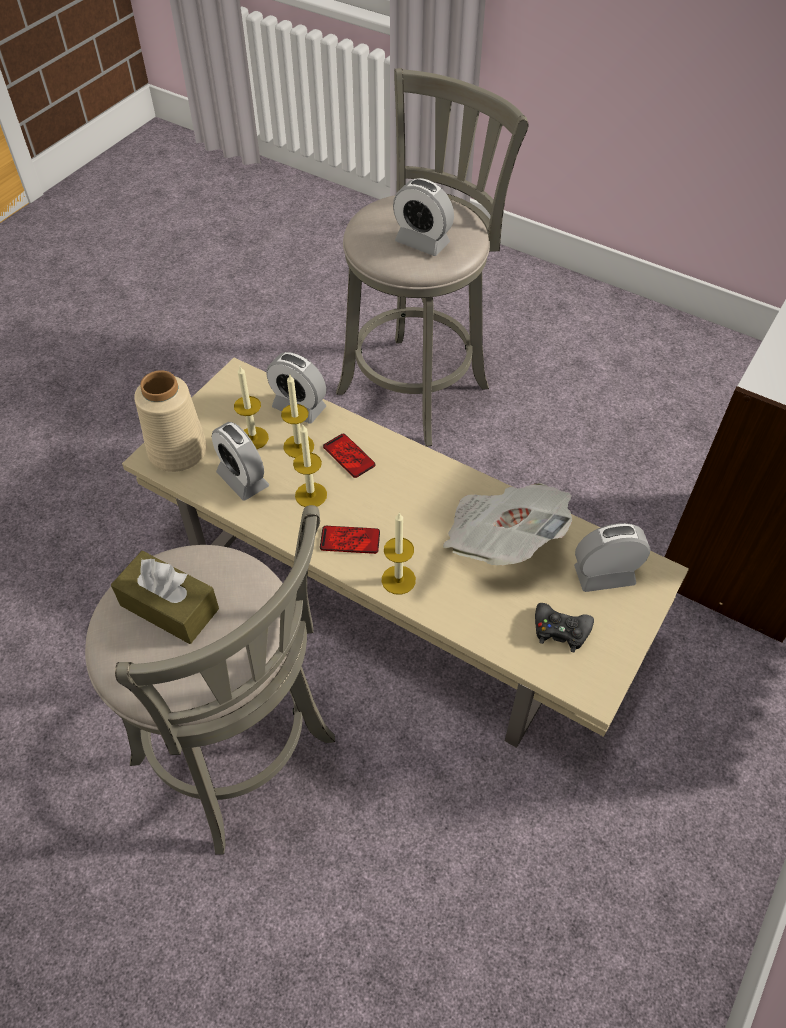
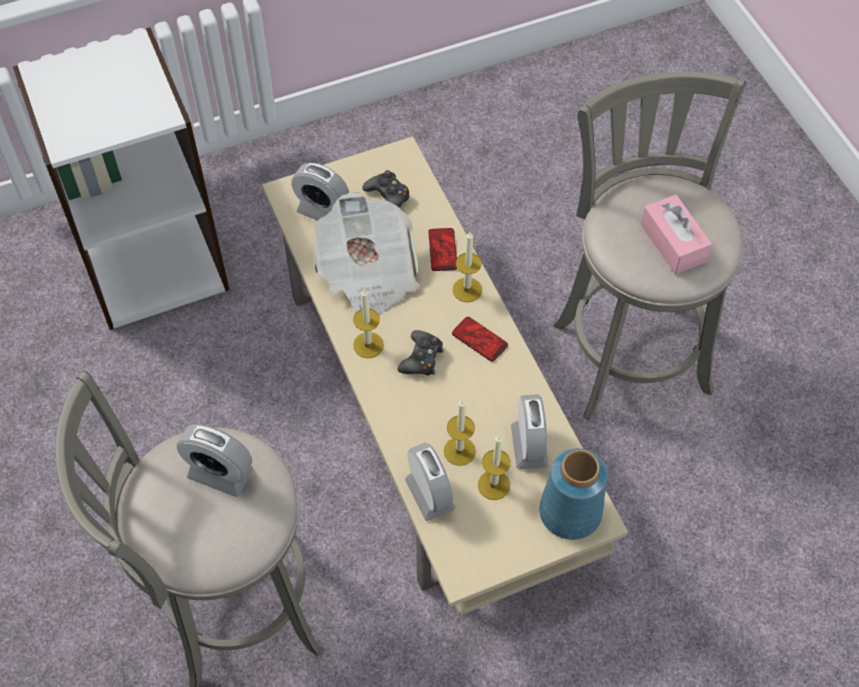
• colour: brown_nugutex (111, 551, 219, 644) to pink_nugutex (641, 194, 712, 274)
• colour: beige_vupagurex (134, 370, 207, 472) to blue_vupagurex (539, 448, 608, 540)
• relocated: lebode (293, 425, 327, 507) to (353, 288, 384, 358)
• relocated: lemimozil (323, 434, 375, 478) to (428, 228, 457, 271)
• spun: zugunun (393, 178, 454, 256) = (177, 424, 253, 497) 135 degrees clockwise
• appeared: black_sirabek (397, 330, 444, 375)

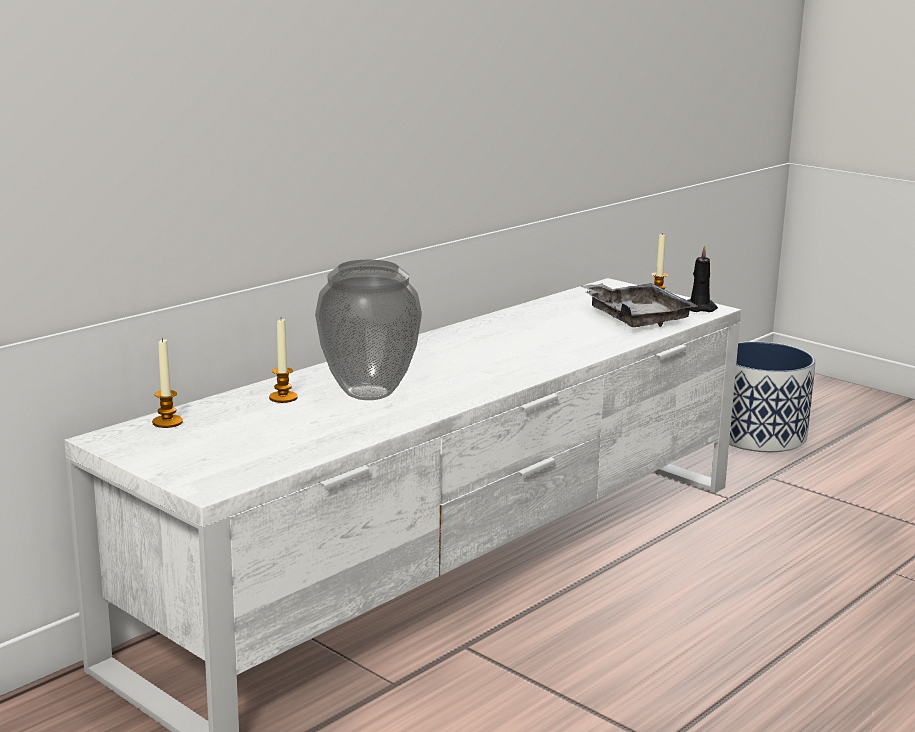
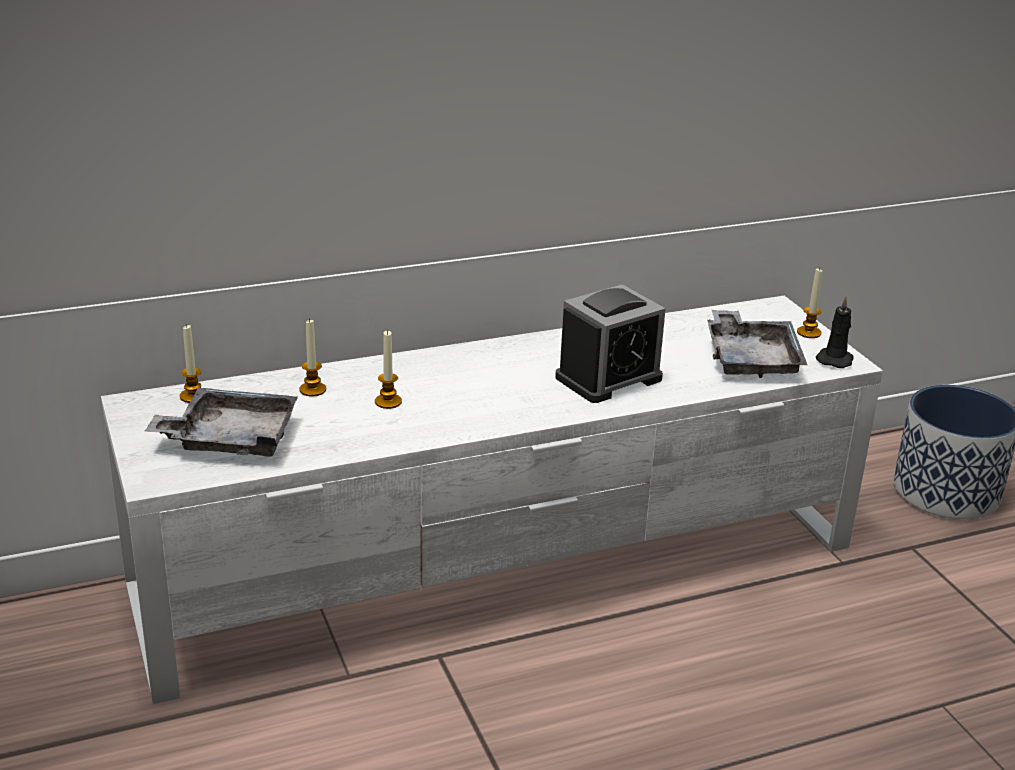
• exchanged: vupagurex (315, 260, 422, 400) to lebode (375, 330, 402, 409)
• appeared: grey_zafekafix (145, 388, 298, 457)
• appeared: zugunun (555, 284, 666, 403)

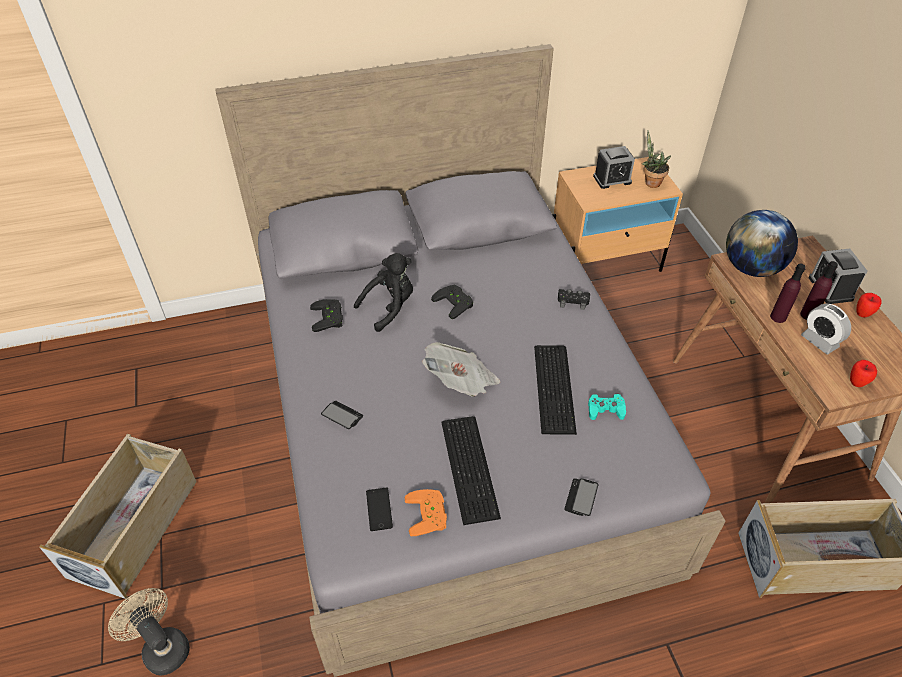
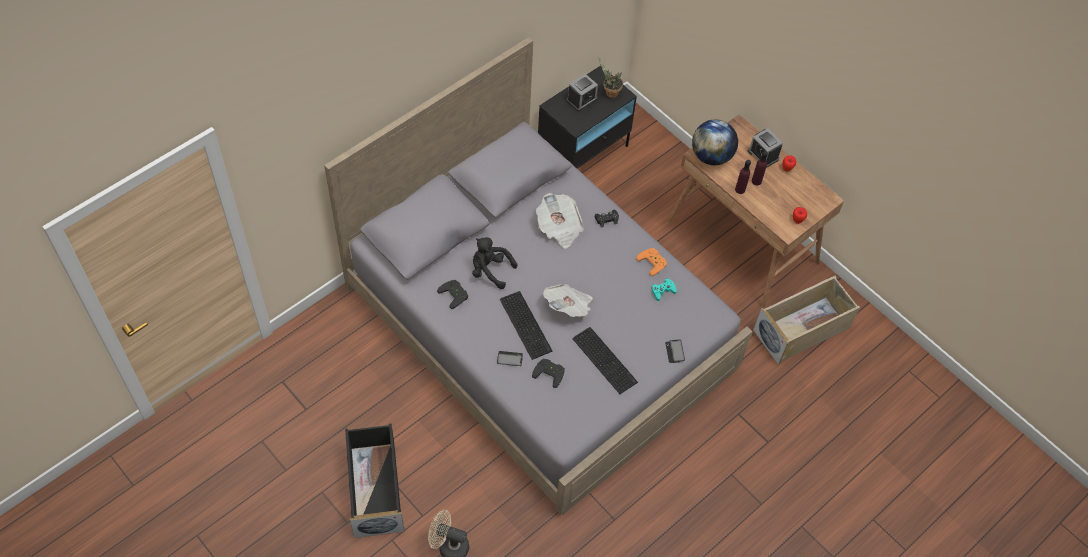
• colour: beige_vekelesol (39, 434, 197, 599) to black_vekelesol (345, 424, 404, 538)
• spun: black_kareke (354, 253, 413, 332) = (472, 237, 517, 289) 90 degrees counterclockwise
• missing: lemimozil (366, 488, 393, 531)
• relocated: orange_sirabek (405, 489, 447, 536) to (636, 248, 667, 276)
• relocated: black_sirabek (431, 285, 473, 319) to (532, 359, 565, 388)
• relocated: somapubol (534, 345, 577, 435) to (500, 291, 553, 360)
• colour: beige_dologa (552, 157, 683, 272) to black_dologa (538, 65, 637, 169)
• missing: zugunun (801, 304, 851, 354)
• appeared: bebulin (536, 193, 584, 248)

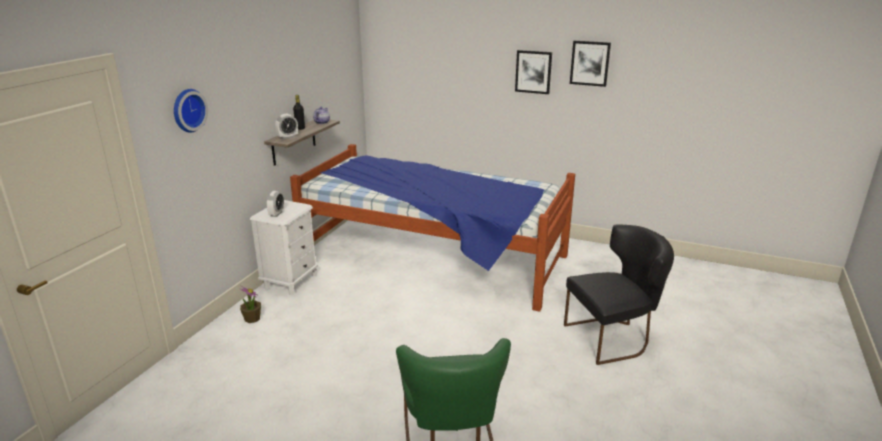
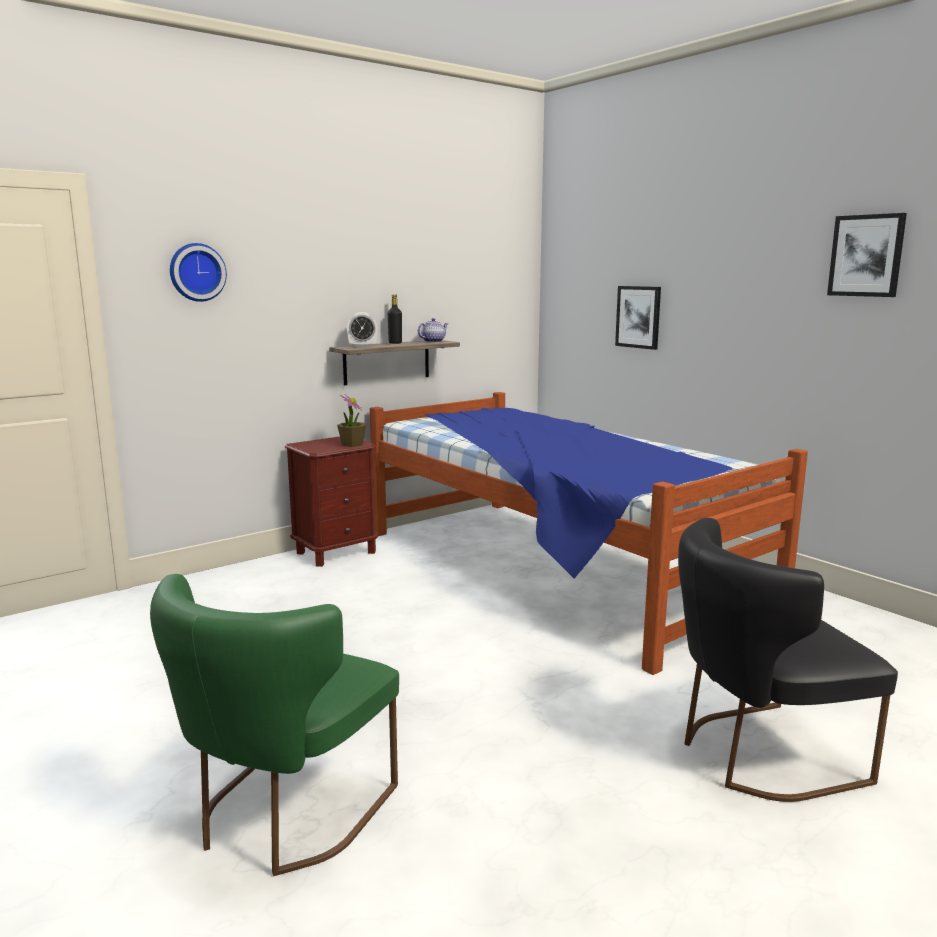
• relocated: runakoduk (240, 286, 261, 323) to (337, 394, 366, 447)
• colour: white_dologa (250, 200, 318, 295) to brown_dologa (285, 436, 378, 567)
• missing: zugunun (266, 191, 284, 217)
• relocated: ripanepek (515, 50, 552, 94) to (615, 286, 661, 350)
• spun: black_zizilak (564, 224, 674, 365) = (678, 518, 898, 802) 150 degrees clockwise

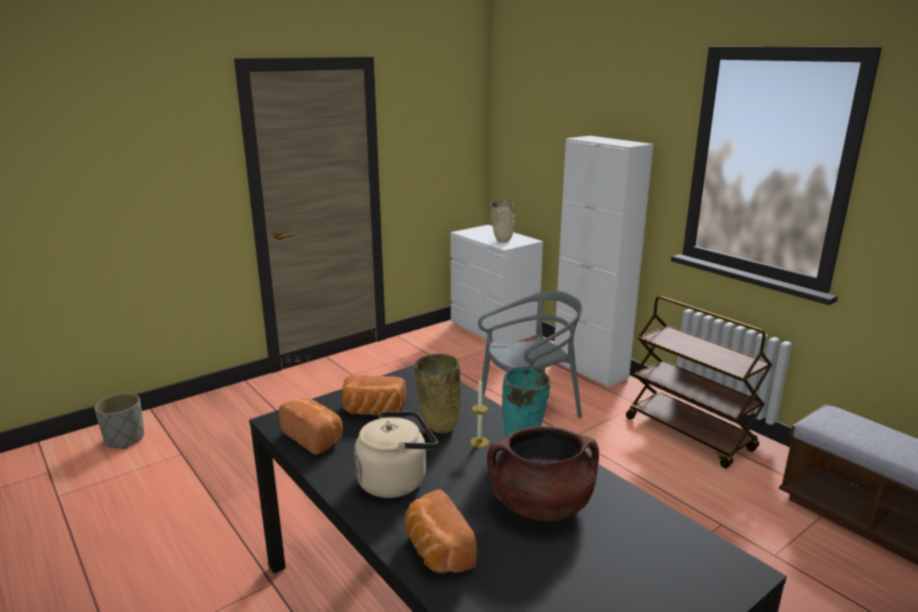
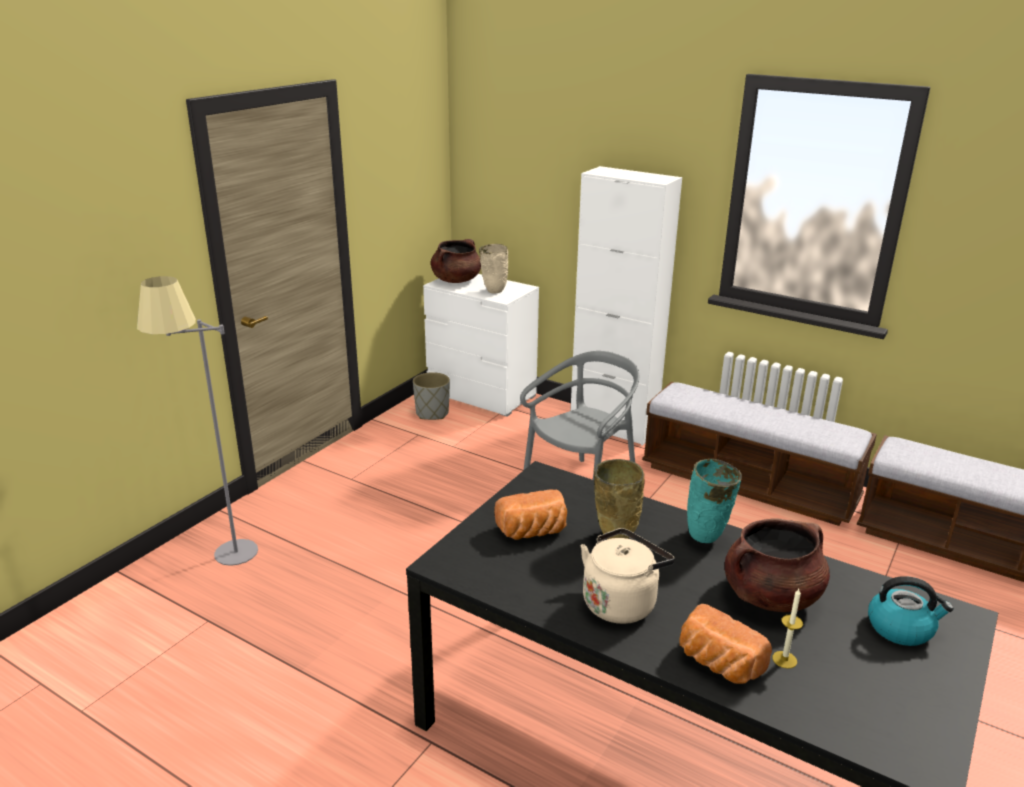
• relocated: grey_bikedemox (94, 393, 144, 449) to (413, 372, 450, 420)
• missing: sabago (279, 398, 343, 455)
• relocated: lebode (470, 378, 489, 448) to (773, 589, 803, 669)
• exchanged: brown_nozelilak (626, 296, 772, 468) to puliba (642, 382, 877, 526)
• appeared: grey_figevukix (137, 276, 258, 566)
• appeared: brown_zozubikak (431, 239, 481, 283)
• appeared: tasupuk (868, 576, 954, 646)

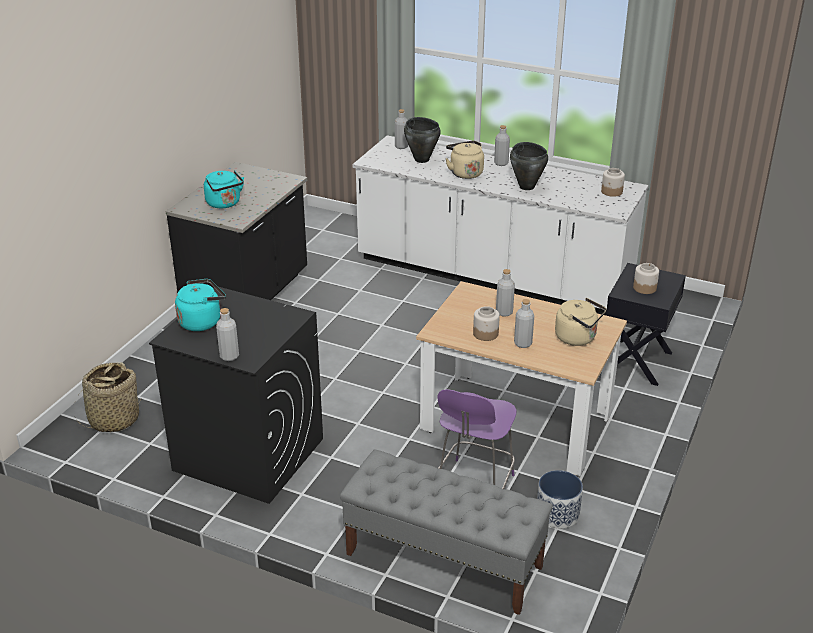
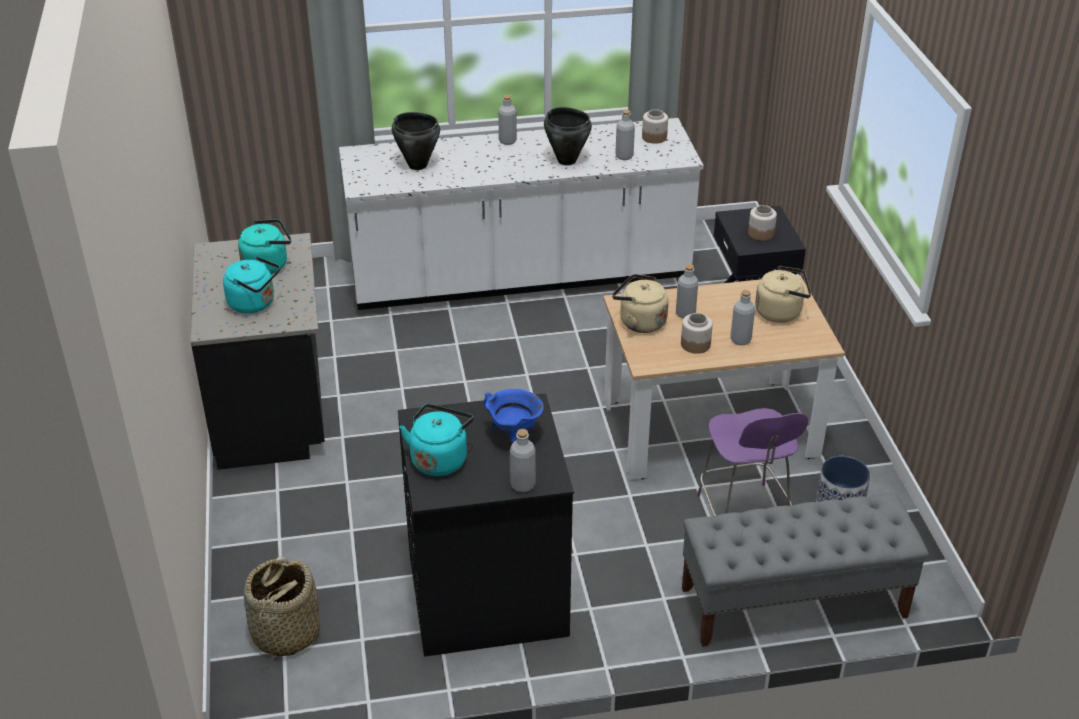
• relocated: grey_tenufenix (395, 109, 408, 149) to (615, 110, 635, 160)
• relocated: beige_tasupuk (446, 140, 484, 179) to (612, 274, 669, 333)
• appeared: turquoise_tasupuk (238, 219, 291, 274)
• appeared: blue_zozubikak (483, 389, 544, 442)

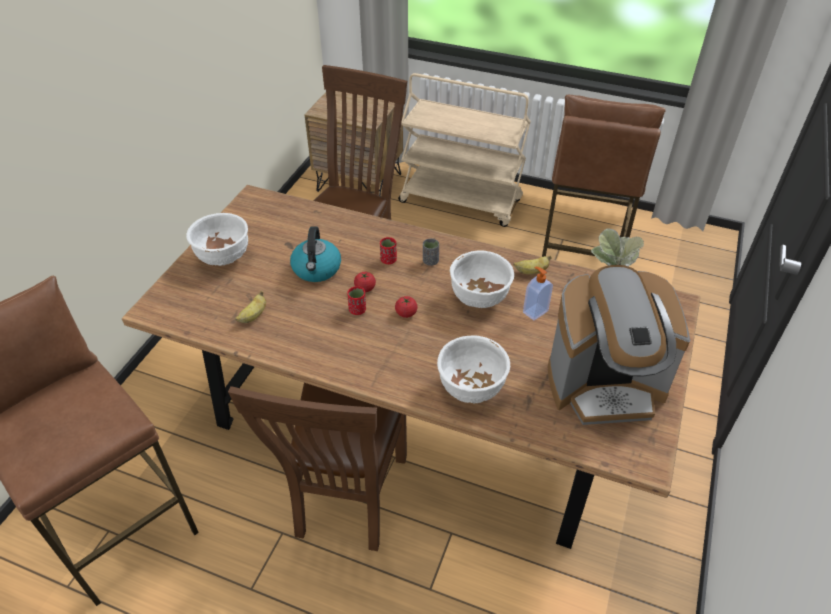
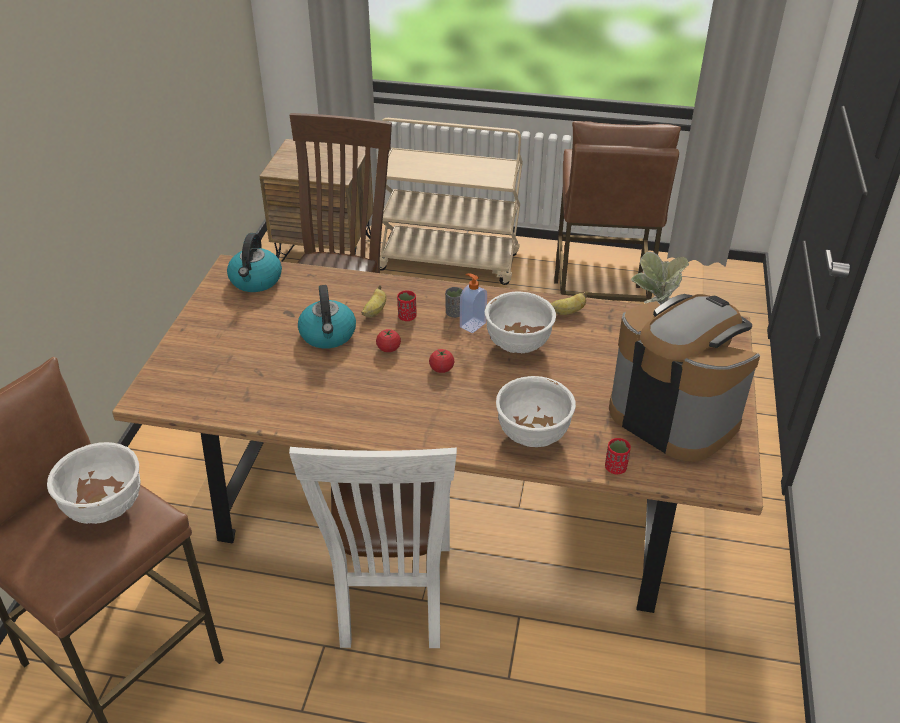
• relocated: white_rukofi (186, 213, 248, 266) to (47, 442, 141, 524)
• colour: brown_zizilak (228, 383, 407, 551) to white_zizilak (289, 447, 457, 648)
• relocated: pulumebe (235, 291, 266, 323) to (361, 285, 386, 318)
• relocated: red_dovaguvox (347, 286, 366, 315) to (605, 438, 631, 474)
• relocated: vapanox (523, 267, 553, 320) to (460, 273, 487, 333)
• spun: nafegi (548, 265, 690, 425) = (609, 294, 760, 462) 120 degrees counterclockwise
• appeared: tasupuk (227, 233, 282, 292)

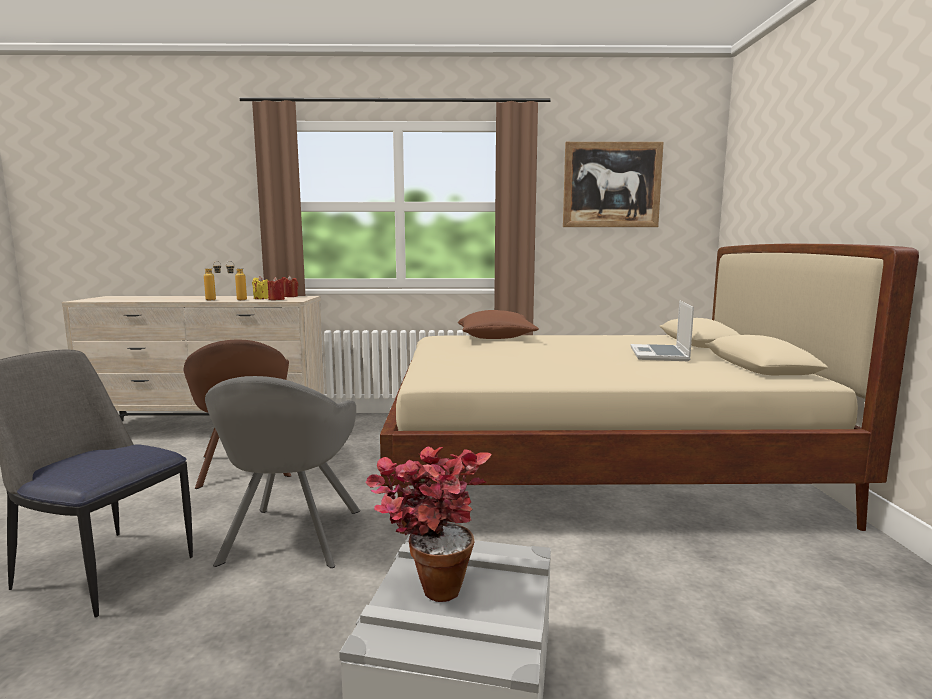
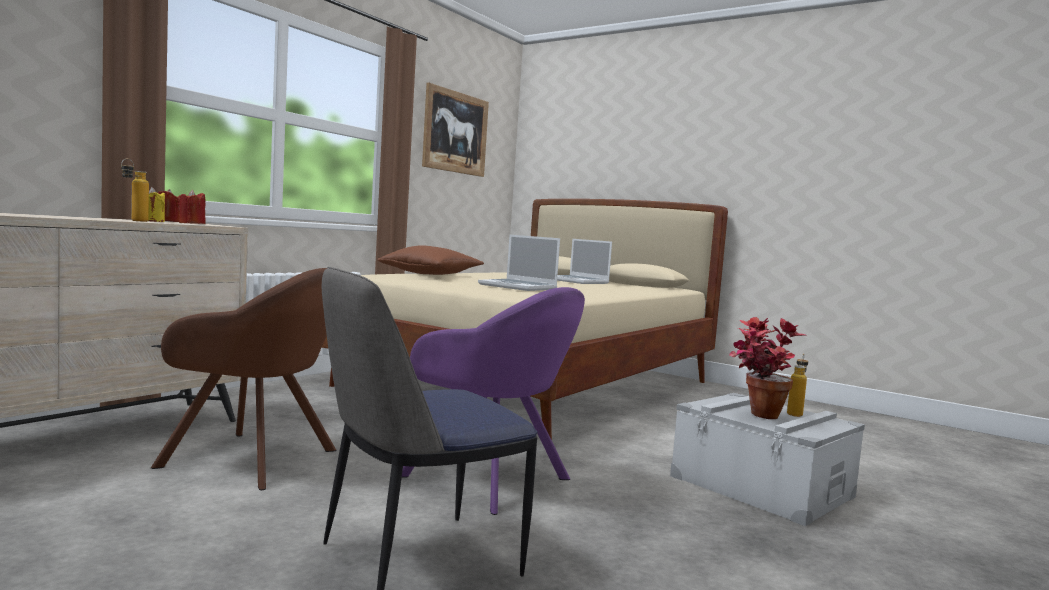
• relocated: tenufenix (204, 261, 221, 300) to (787, 354, 808, 417)
• colour: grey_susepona (205, 376, 360, 568) to purple_susepona (402, 287, 585, 515)
• appeared: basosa (478, 235, 560, 291)

